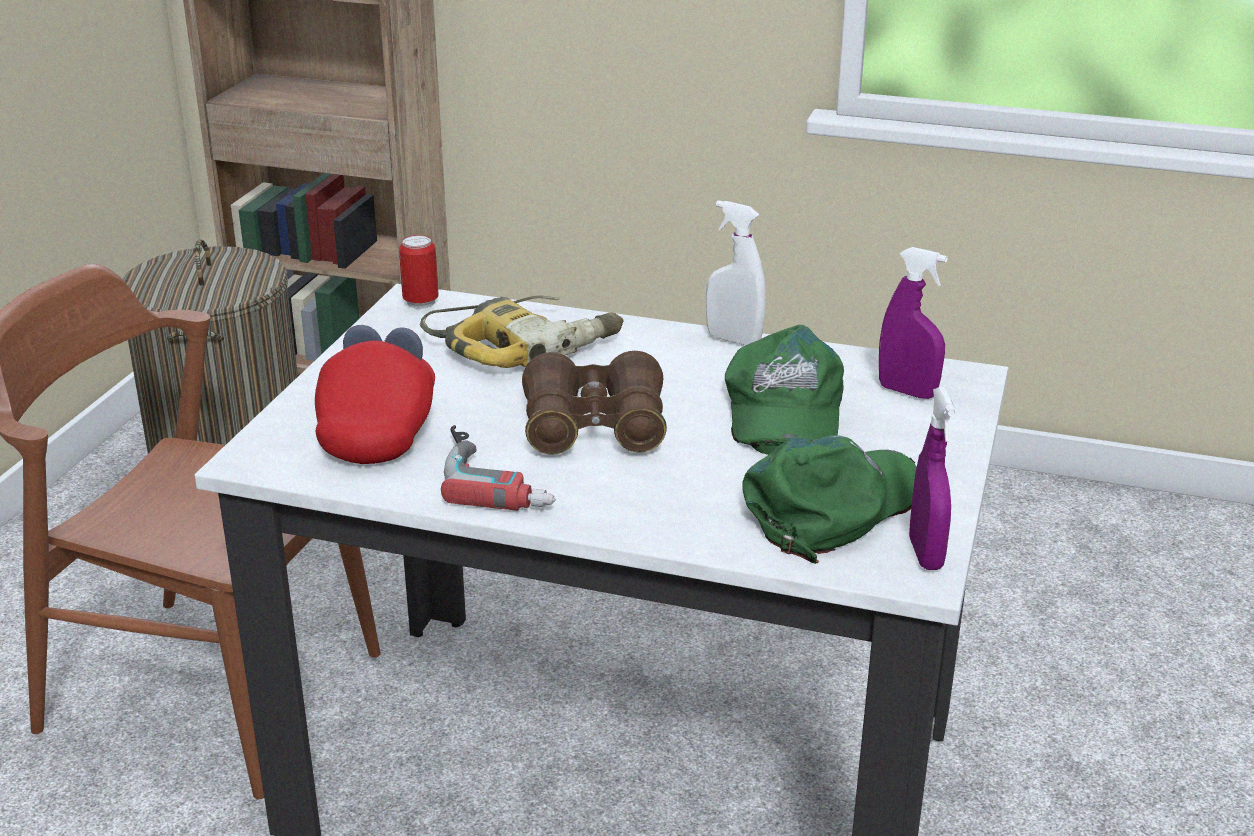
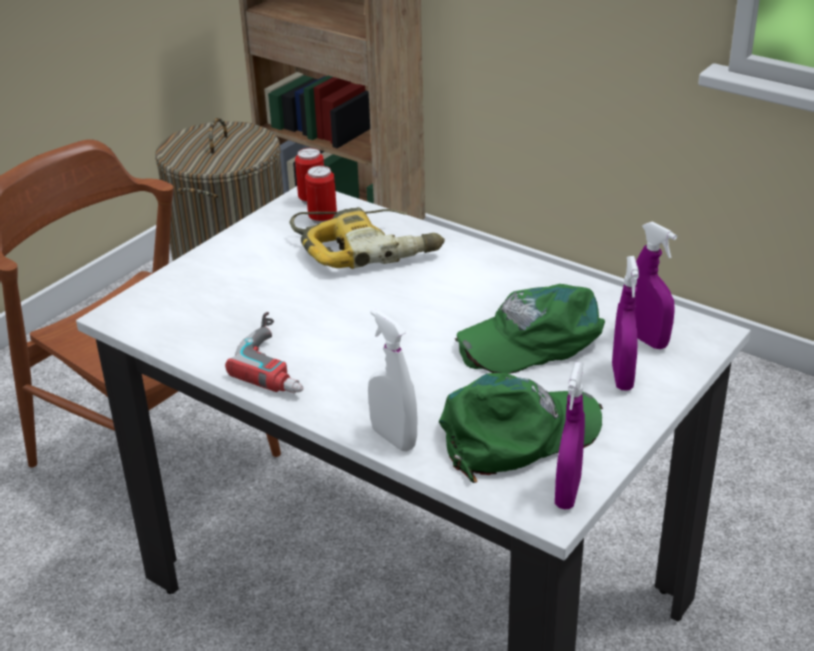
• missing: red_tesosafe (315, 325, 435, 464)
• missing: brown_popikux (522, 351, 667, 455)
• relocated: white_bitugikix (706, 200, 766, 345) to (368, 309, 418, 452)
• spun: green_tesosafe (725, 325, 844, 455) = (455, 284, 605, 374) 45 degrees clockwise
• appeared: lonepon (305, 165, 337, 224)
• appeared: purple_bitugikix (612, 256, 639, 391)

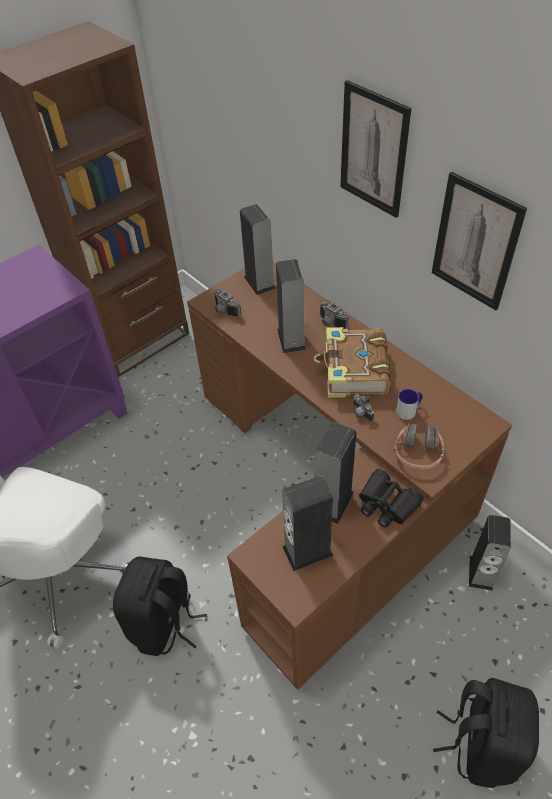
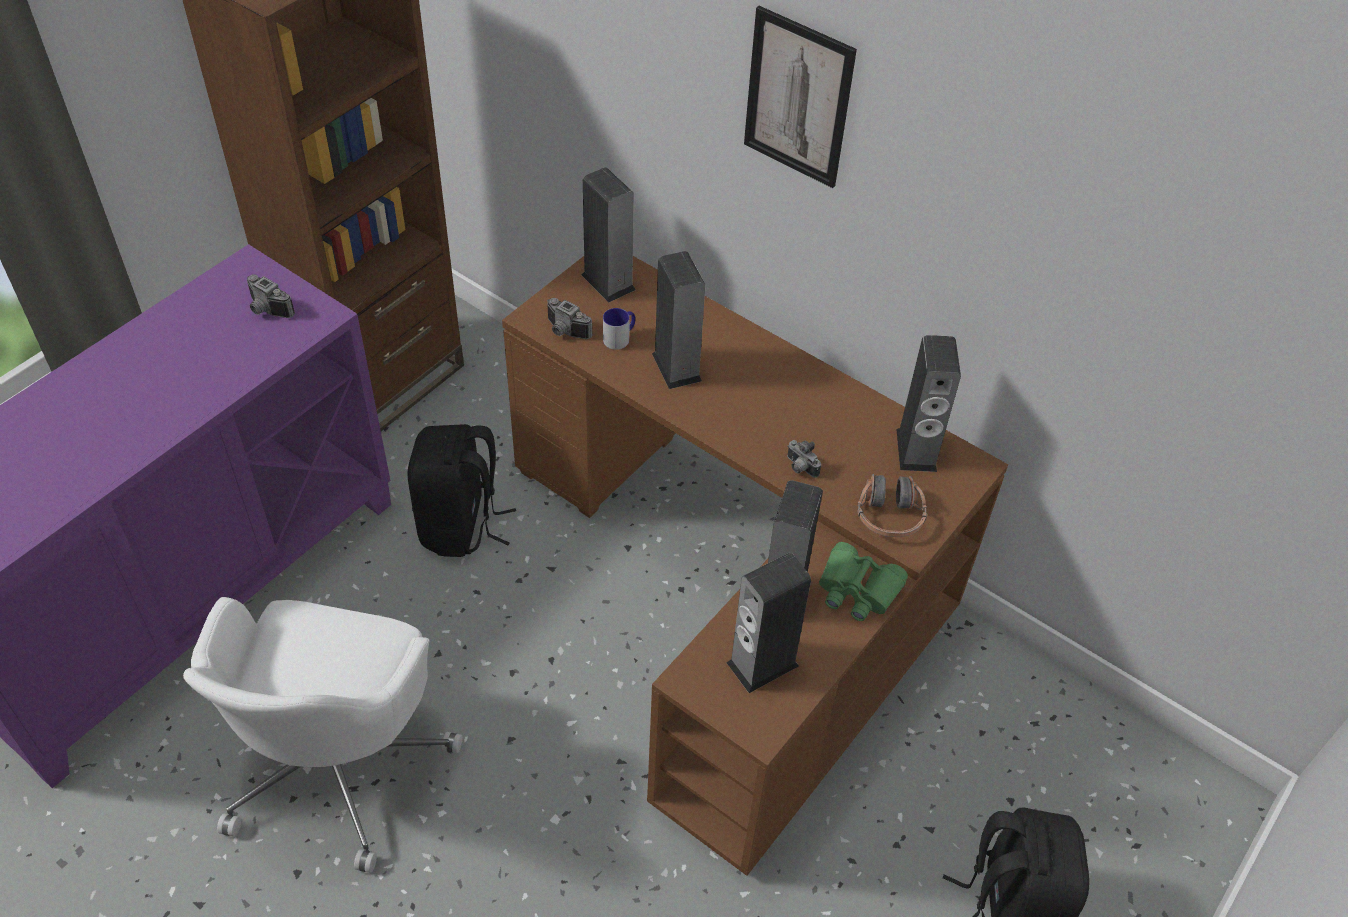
• relocated: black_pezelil (113, 556, 207, 656) to (408, 424, 516, 557)
• missing: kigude (314, 327, 391, 398)
• relocated: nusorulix (320, 301, 349, 329) to (247, 274, 295, 318)
• colour: black_popikux (359, 469, 424, 528) to green_popikux (819, 542, 908, 621)
• relocated: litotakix (396, 389, 422, 420) to (603, 308, 635, 350)
• missing: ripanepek (432, 172, 527, 310)
• relocated: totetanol (469, 515, 511, 591) to (896, 335, 961, 472)

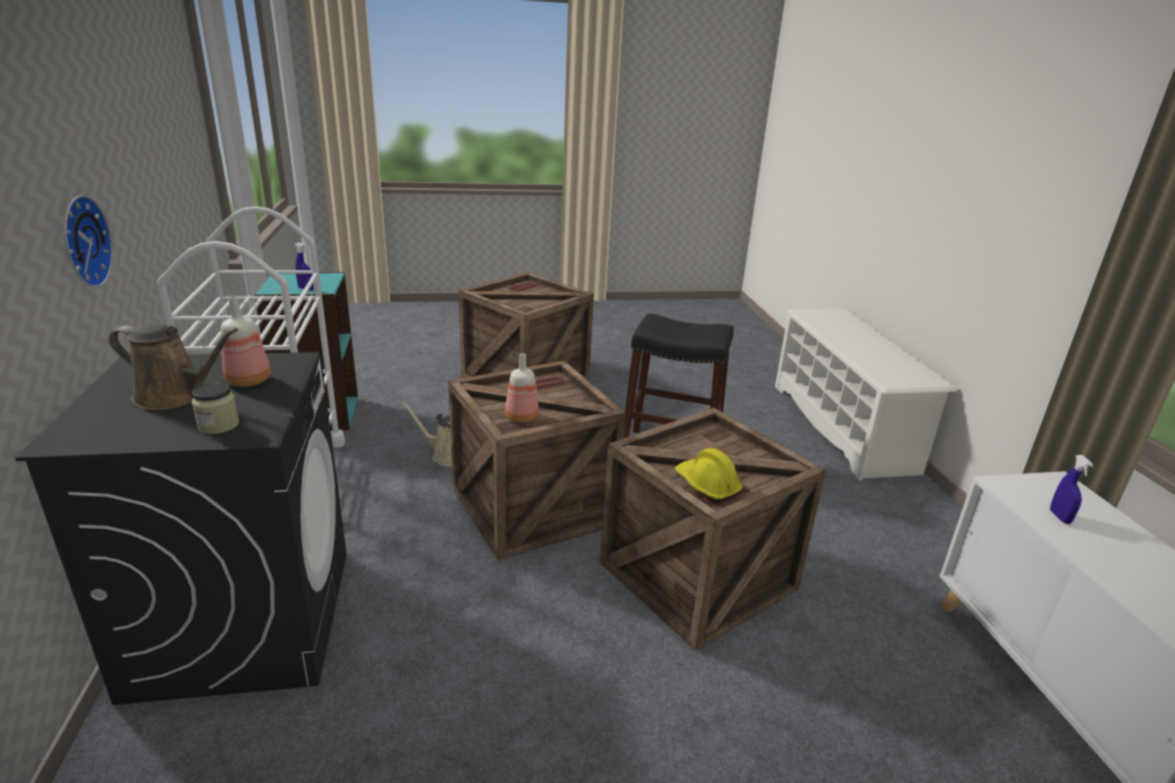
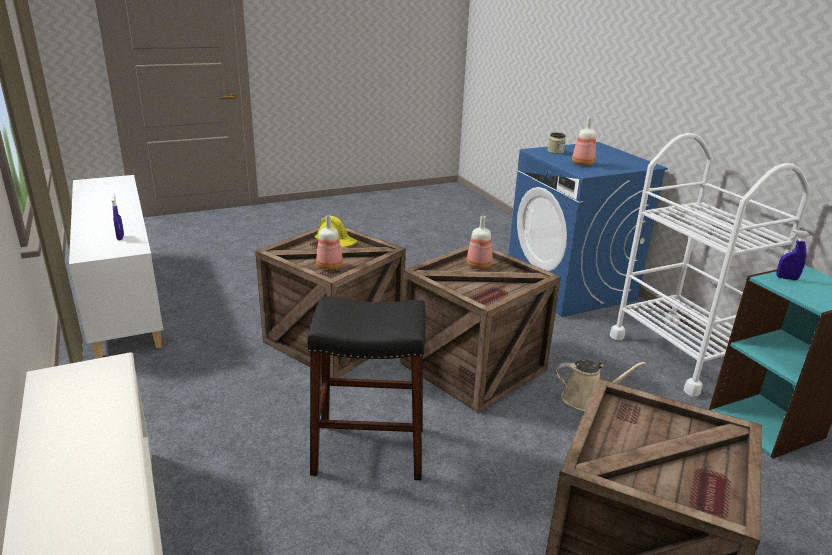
• colour: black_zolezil (15, 352, 347, 705) to blue_zolezil (509, 142, 668, 317)
• missing: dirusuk (64, 195, 114, 288)
• missing: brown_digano (108, 324, 238, 410)
• appeared: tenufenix (316, 215, 343, 270)

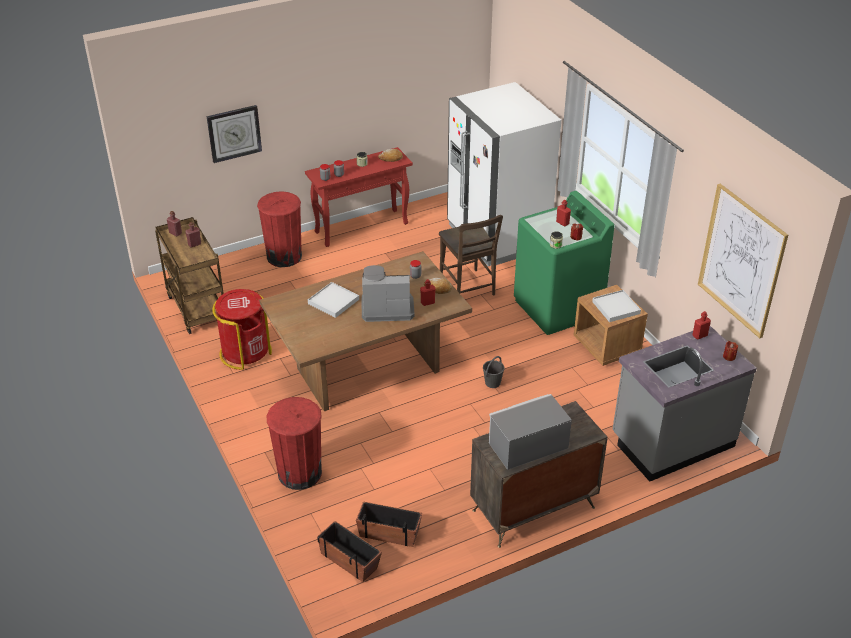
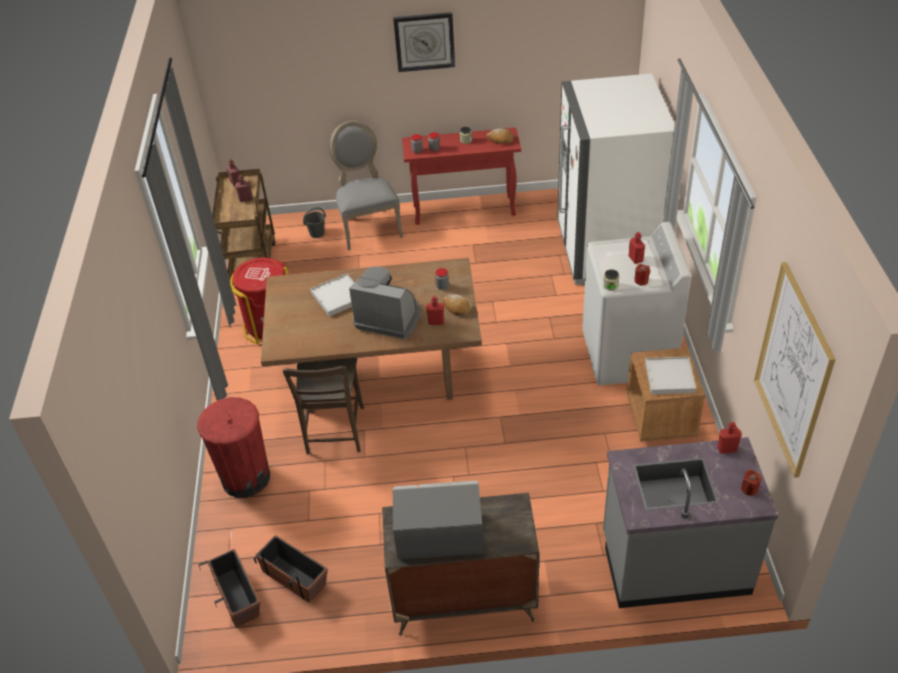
• relocated: dirusuk (207, 105, 262, 163) to (393, 12, 455, 72)
• exchanged: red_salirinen (257, 191, 302, 267) to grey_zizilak (329, 121, 403, 251)
• relocated: brown_zizilak (439, 215, 503, 296) to (283, 357, 364, 455)
• relocated: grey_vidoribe (483, 356, 505, 388) to (303, 207, 326, 238)
• colour: green_zolezil (514, 191, 614, 335) to white_zolezil (582, 222, 691, 385)

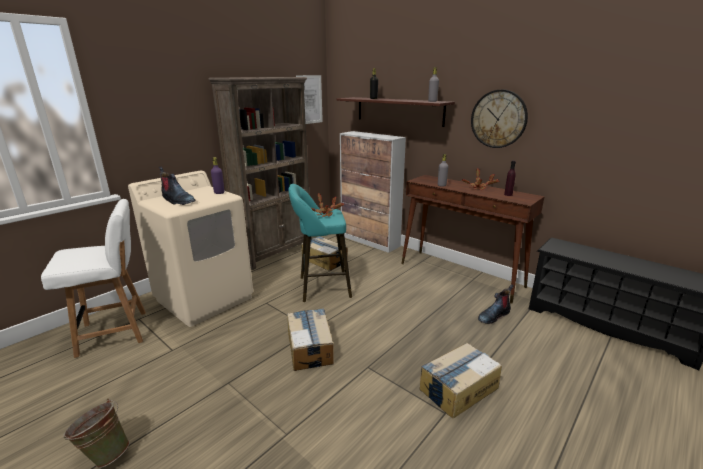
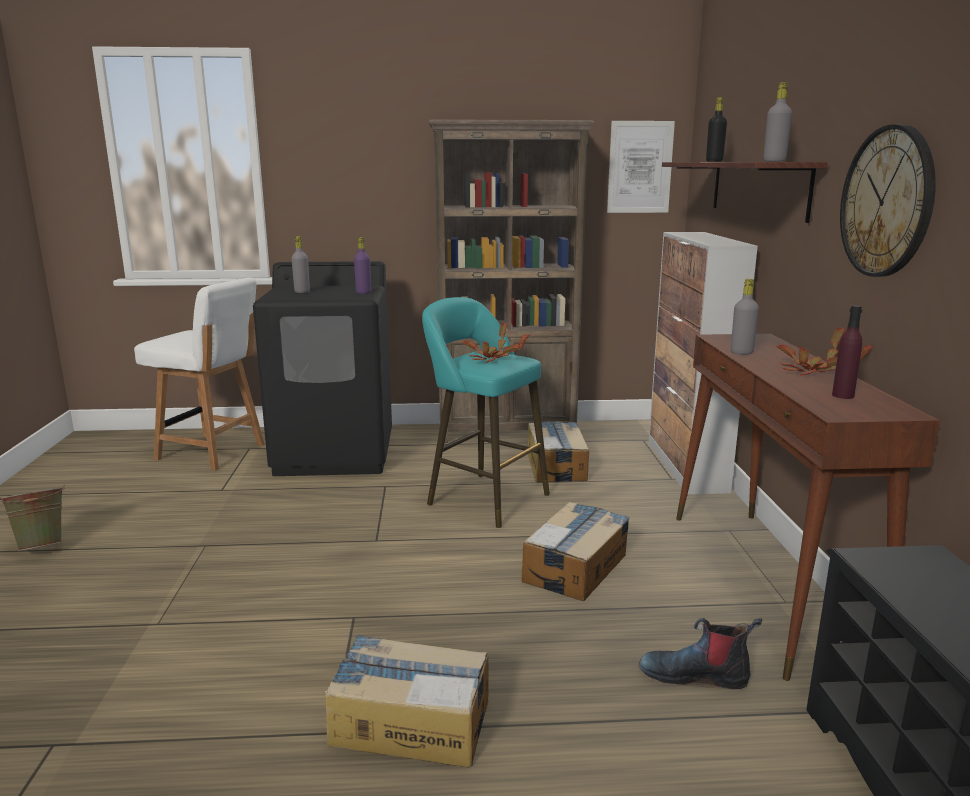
• colour: beige_zolezil (128, 170, 253, 327) to black_zolezil (253, 261, 392, 476)
• exchanged: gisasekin (159, 166, 196, 205) to grey_tenufenix (291, 236, 310, 293)
• relocated: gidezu (287, 308, 334, 371) to (521, 502, 630, 601)

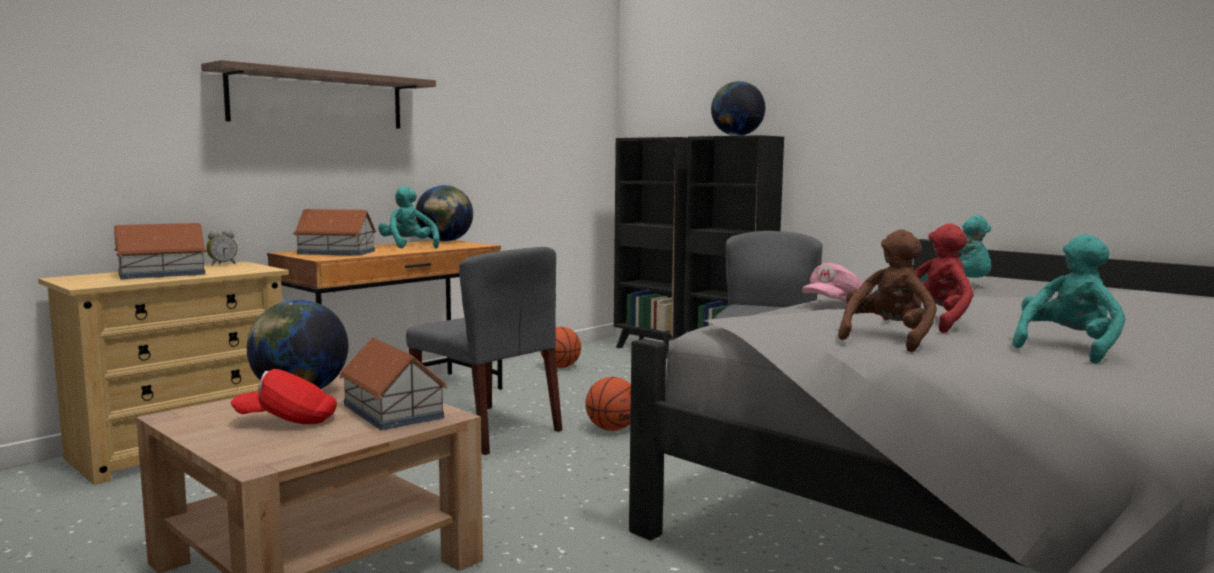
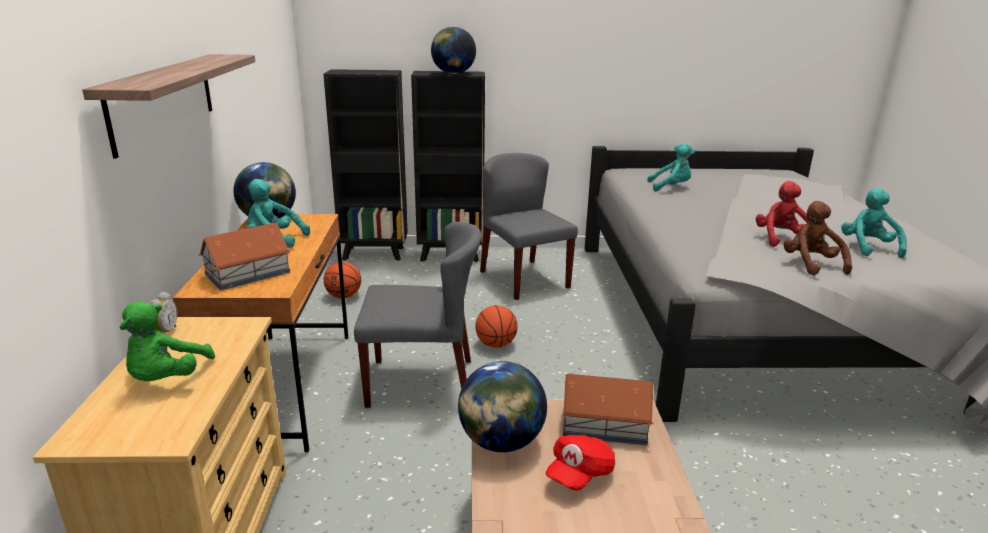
• exchanged: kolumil (114, 223, 207, 279) to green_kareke (120, 301, 215, 381)
• missing: pink_tesosafe (802, 263, 863, 301)

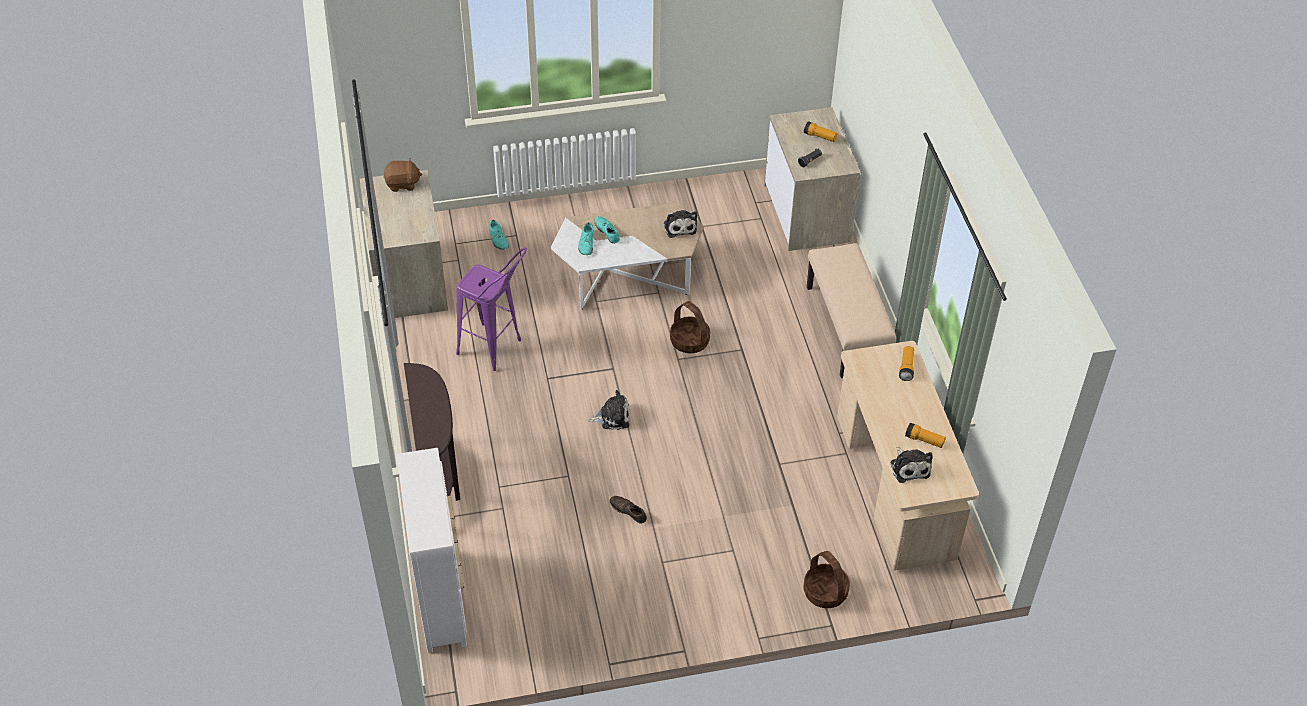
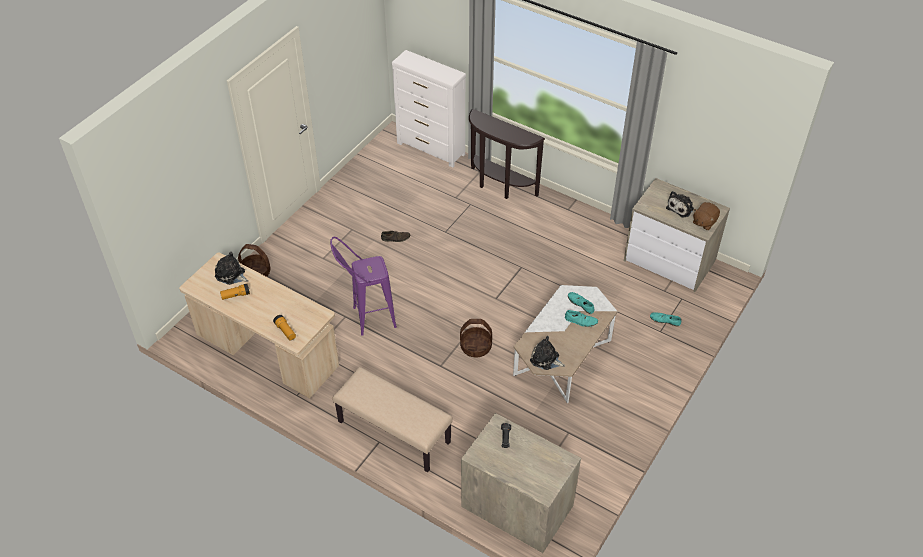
• relocated: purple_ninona (456, 247, 527, 371) to (330, 237, 397, 336)
• relocated: kareke (589, 390, 630, 430) to (666, 191, 694, 218)
• missing: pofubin (804, 121, 837, 142)

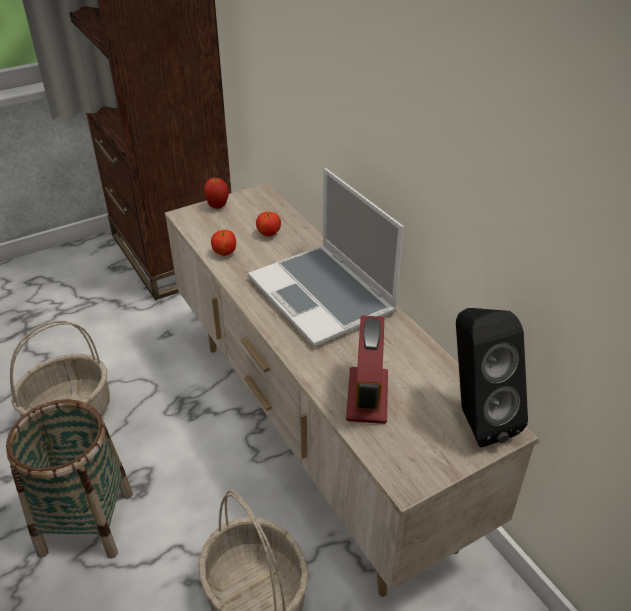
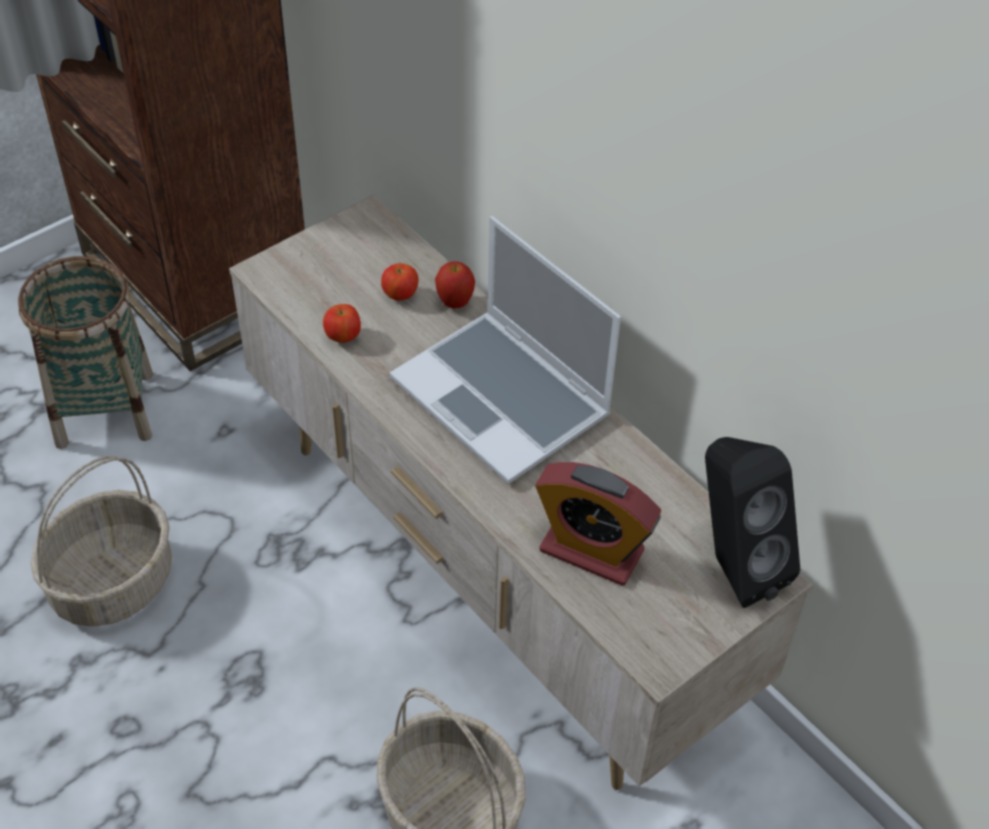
• relocated: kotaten (6, 399, 133, 559) to (18, 256, 153, 449)
• relocated: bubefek (204, 177, 229, 209) to (435, 261, 475, 308)
• spun: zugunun (346, 315, 388, 424) = (535, 462, 661, 586) 60 degrees counterclockwise

